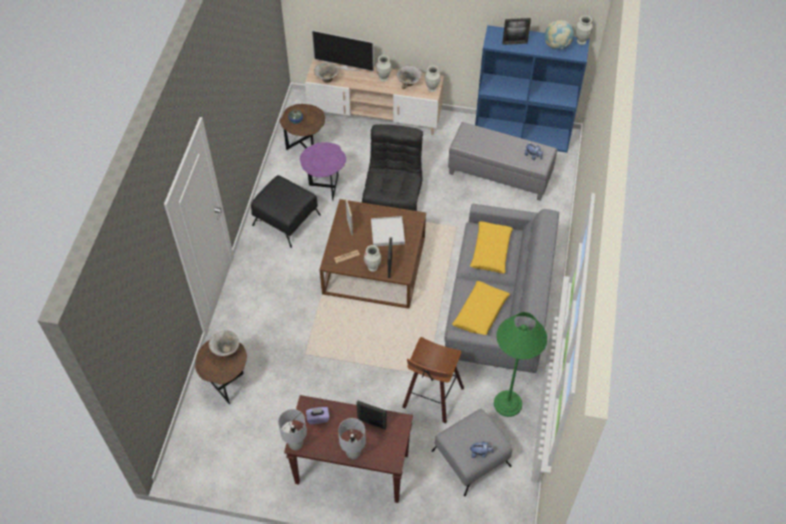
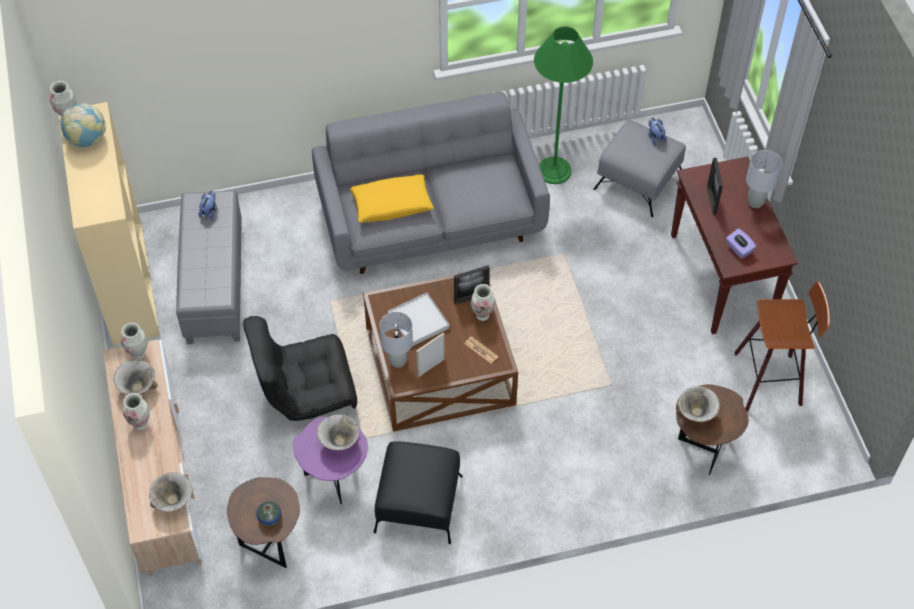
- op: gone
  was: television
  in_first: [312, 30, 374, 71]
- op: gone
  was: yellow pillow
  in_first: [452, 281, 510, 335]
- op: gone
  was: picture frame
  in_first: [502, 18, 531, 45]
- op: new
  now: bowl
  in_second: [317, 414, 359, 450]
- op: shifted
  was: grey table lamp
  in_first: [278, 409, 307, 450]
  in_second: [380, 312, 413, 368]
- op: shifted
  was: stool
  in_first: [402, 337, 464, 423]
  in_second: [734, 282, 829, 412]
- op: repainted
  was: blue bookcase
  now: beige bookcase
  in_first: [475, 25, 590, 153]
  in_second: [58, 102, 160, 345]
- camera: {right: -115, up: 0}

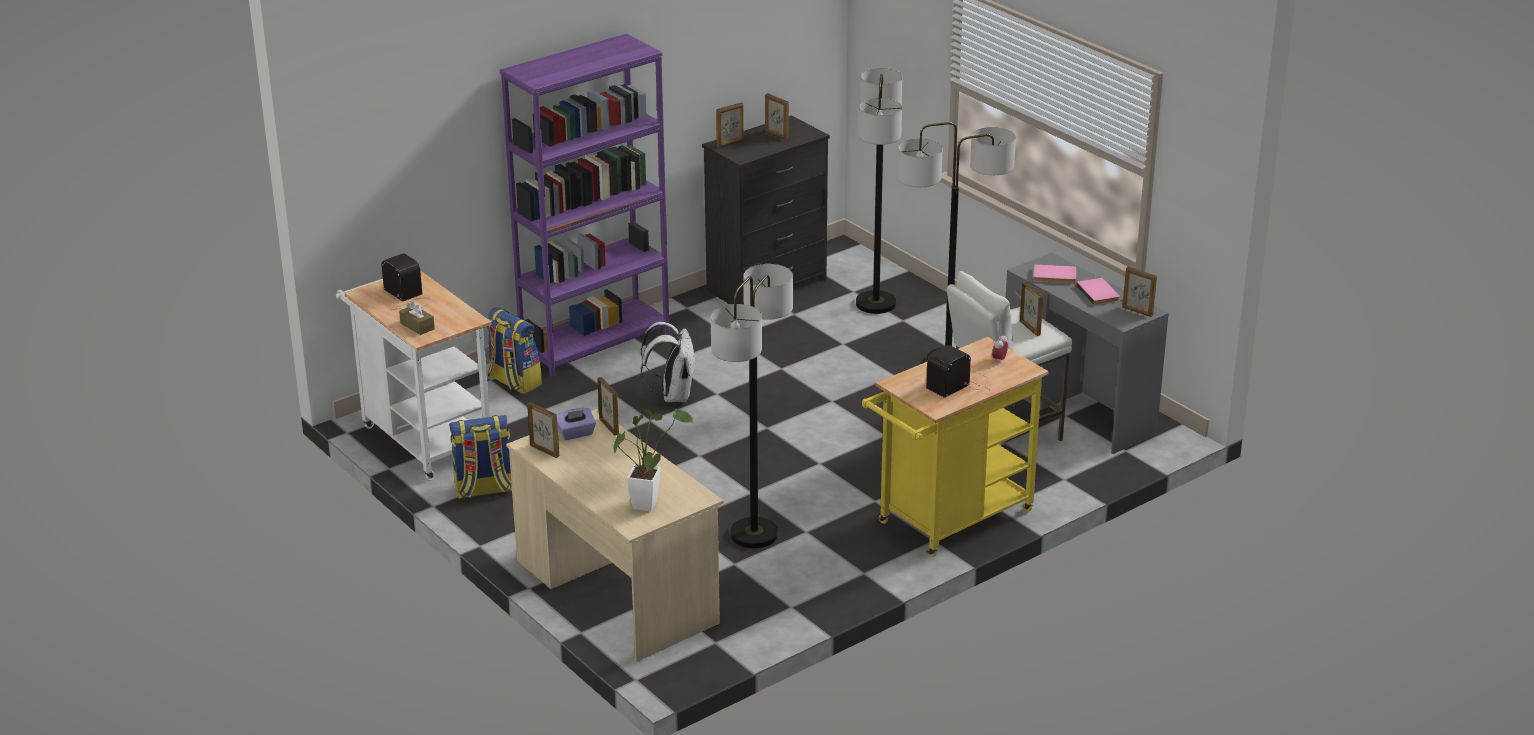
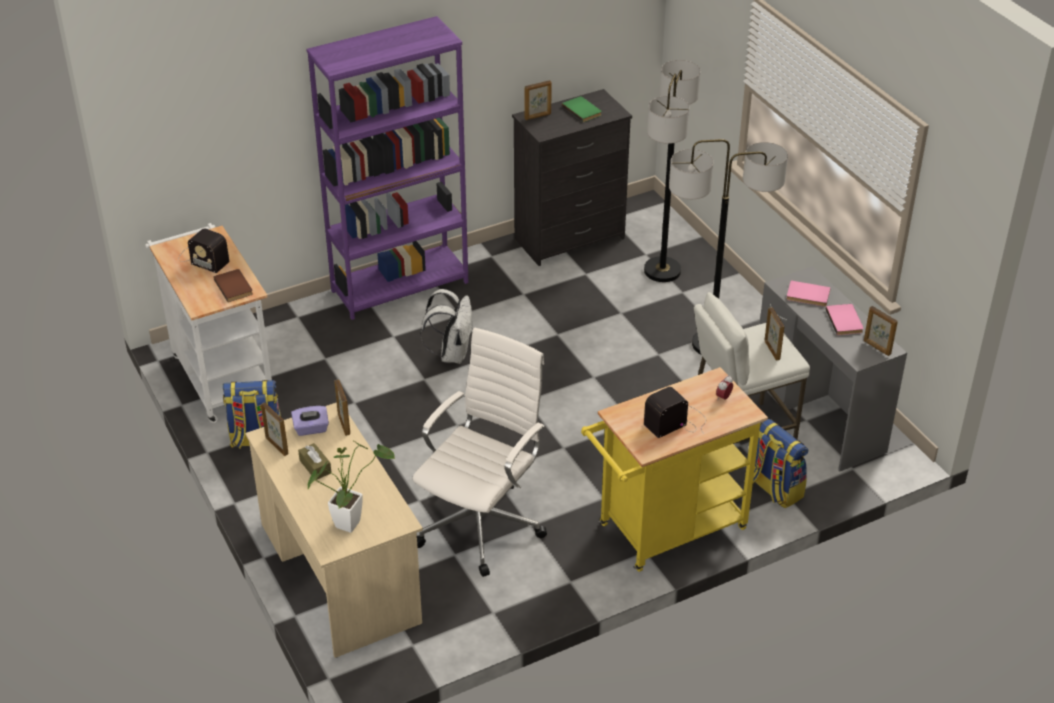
- op: new
  now: brown book
  in_second: [213, 269, 253, 302]
- op: shifted
  was: brown tissue box
  in_first: [399, 301, 435, 335]
  in_second: [298, 443, 332, 480]
- op: shifted
  was: backpack
  in_first: [486, 307, 542, 394]
  in_second: [753, 419, 808, 509]
- op: swapped
  was: floor lamp
  now: white office chair
  in_first: [711, 264, 793, 548]
  in_second: [412, 328, 547, 577]
- op: swapped
  was: picture frame
  now: green book
  in_first: [765, 93, 789, 139]
  in_second: [562, 96, 602, 122]
- op: rotated
  was: radio
  in_first: [382, 253, 432, 310]
  in_second: [179, 228, 230, 273]
  clockwise: 150
- camera: {right: 10, up: 10}

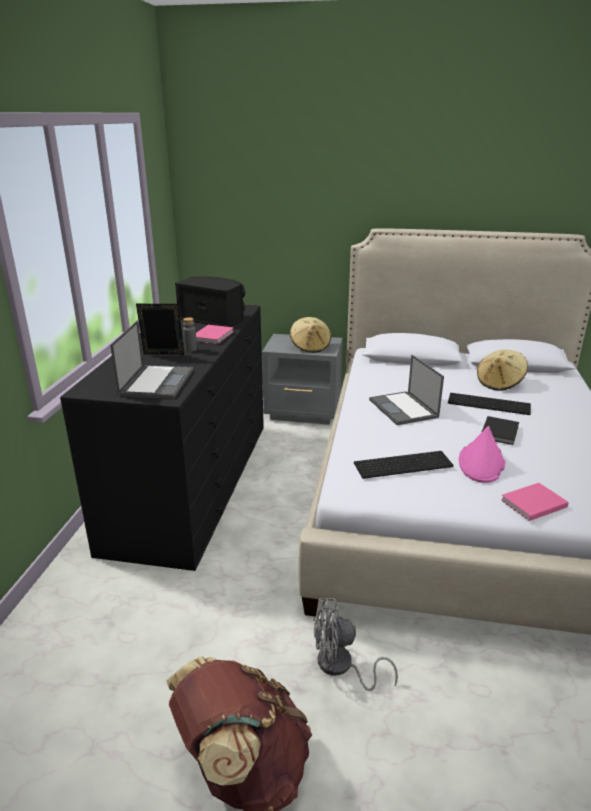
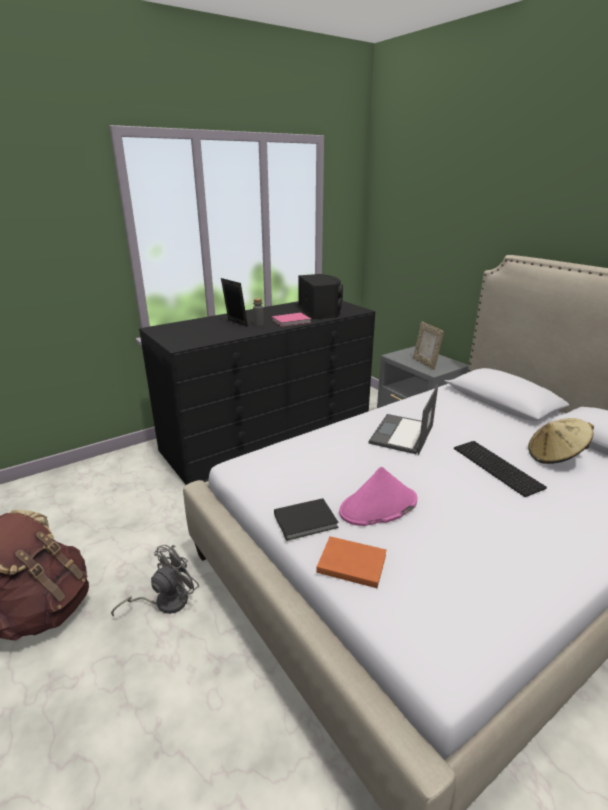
- op: gone
  was: laptop
  in_first: [110, 320, 194, 399]
- op: gone
  was: keyboard
  in_first: [354, 451, 454, 479]
- op: shifted
  was: black book
  in_first: [482, 416, 519, 445]
  in_second: [274, 498, 339, 541]
- op: swapped
  was: beige hat
  now: picture frame
  in_first: [290, 317, 331, 353]
  in_second: [413, 322, 444, 370]
- op: repainted
  was: pink book
  now: orange book
  in_first: [501, 483, 568, 521]
  in_second: [316, 536, 387, 588]
- op: rotated
  was: grey fan
  in_first: [313, 598, 398, 691]
  in_second: [111, 545, 199, 617]
  clockwise: 90
- camera: {right: 45, up: 0}

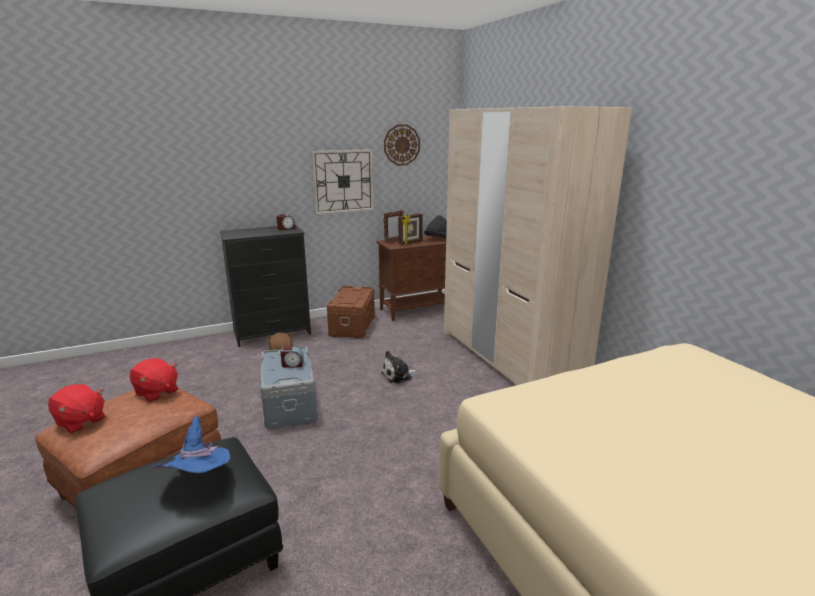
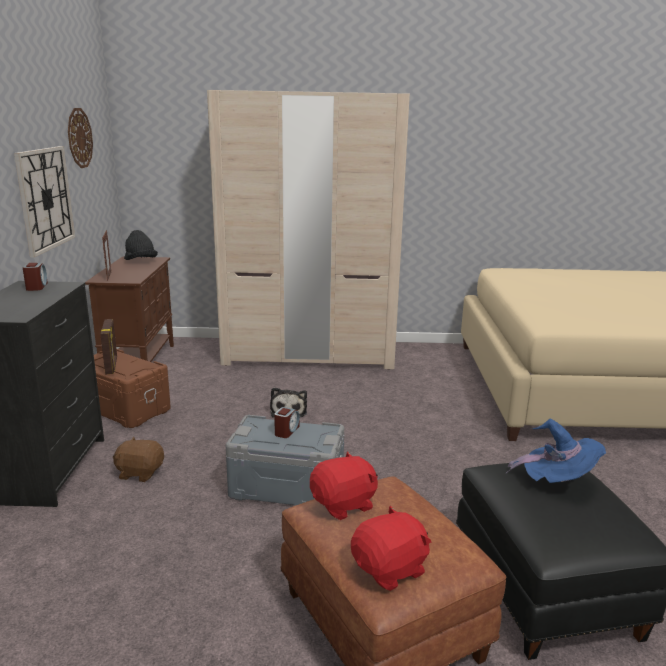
- op: shifted
  was: picture frame
  in_first: [398, 213, 423, 245]
  in_second: [101, 319, 117, 374]
- camera: {right: -65, up: 0}

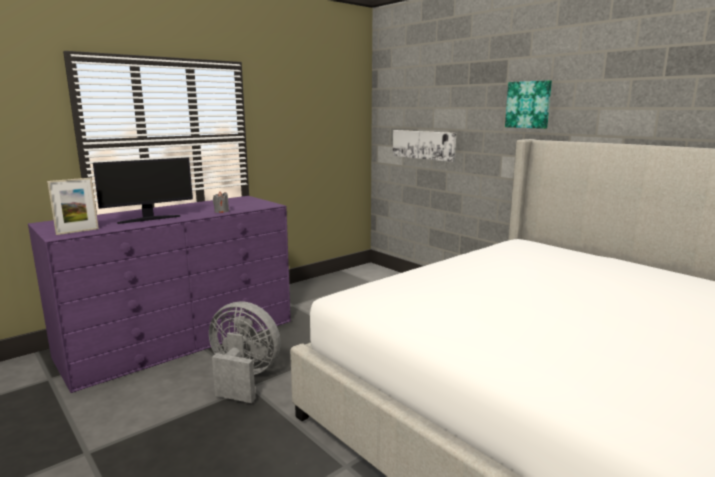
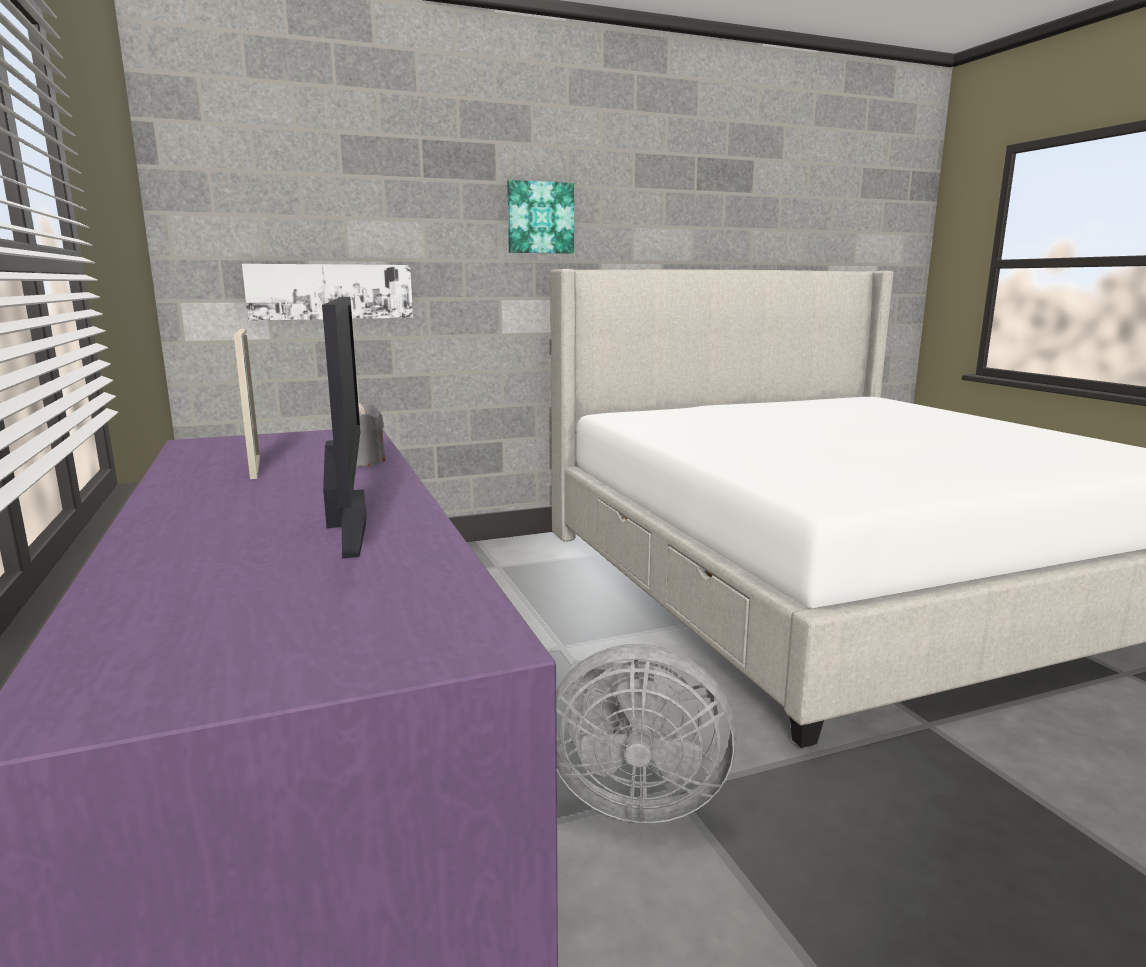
- op: shifted
  was: picture frame
  in_first: [47, 178, 99, 235]
  in_second: [234, 329, 260, 479]
- op: rotated
  was: grey fan
  in_first: [209, 301, 281, 403]
  in_second: [556, 644, 737, 823]
  clockwise: -120
- camera: {right: -70, up: 0}

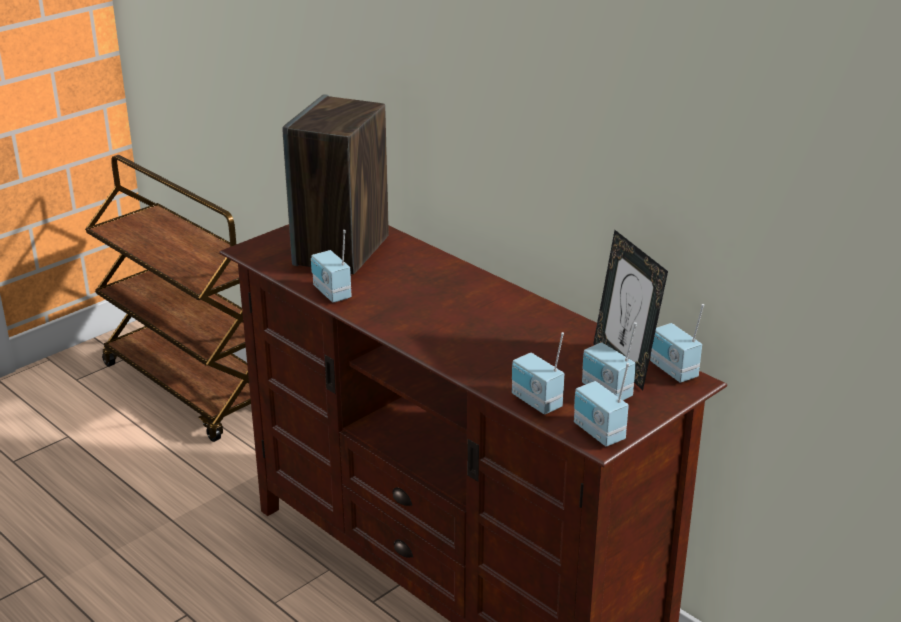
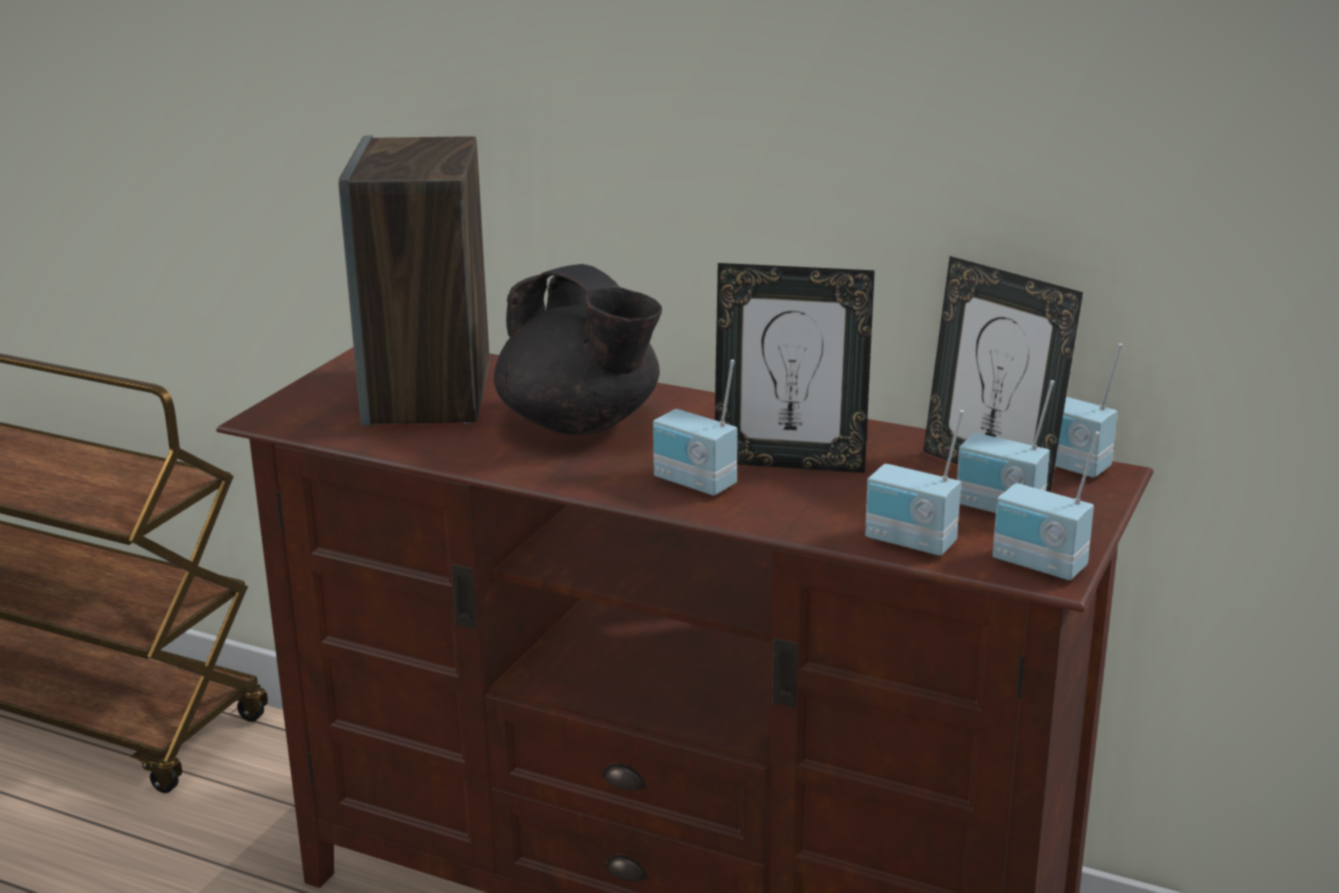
- op: new
  now: black teapot
  in_second: [494, 264, 662, 435]
- op: new
  now: picture frame
  in_second: [715, 263, 875, 473]
- op: shifted
  was: radio
  in_first: [311, 230, 351, 302]
  in_second: [653, 360, 737, 496]
- camera: {right: -20, up: -5}

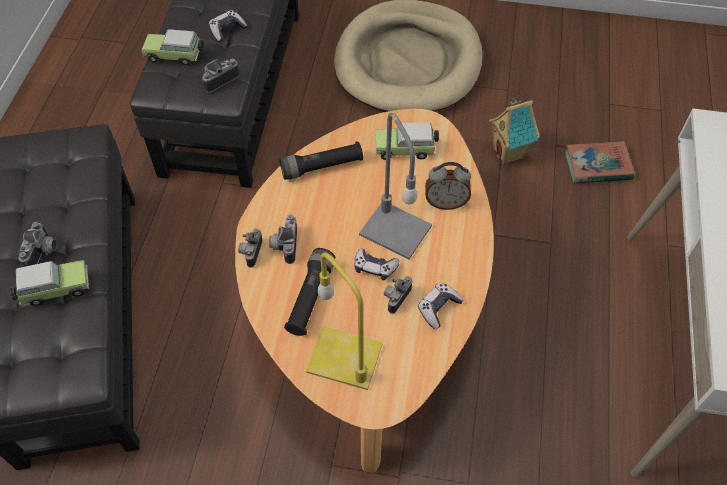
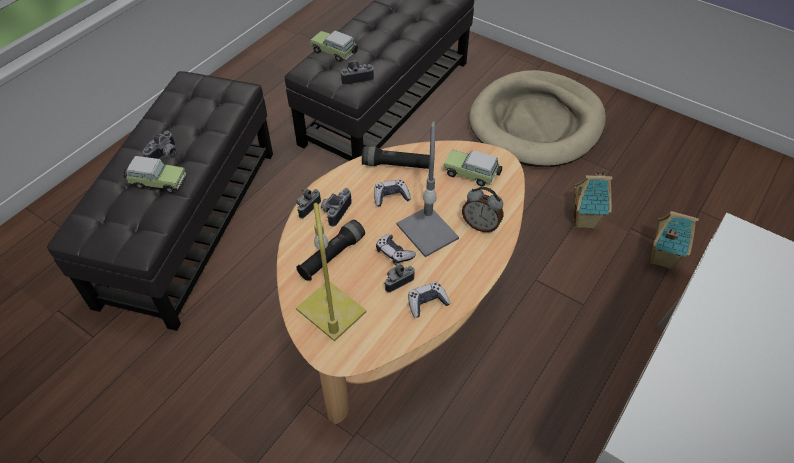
- op: shifted
  was: game controller
  in_first: [209, 10, 247, 42]
  in_second: [374, 179, 411, 207]
- op: swapped
  was: book
  now: toy house
  in_first: [564, 141, 635, 183]
  in_second: [650, 211, 699, 269]
- camera: {right: 25, up: -5}

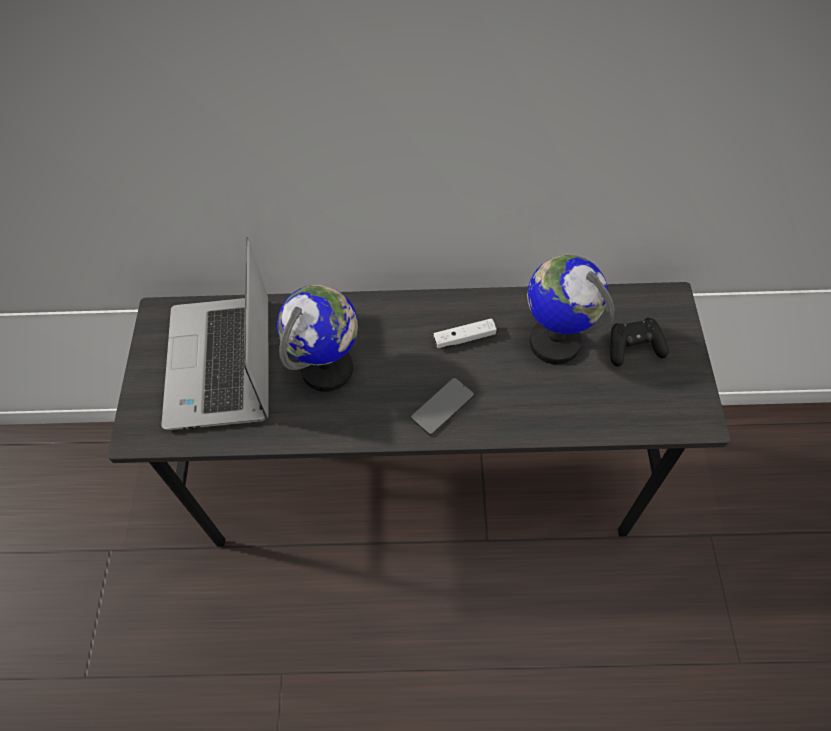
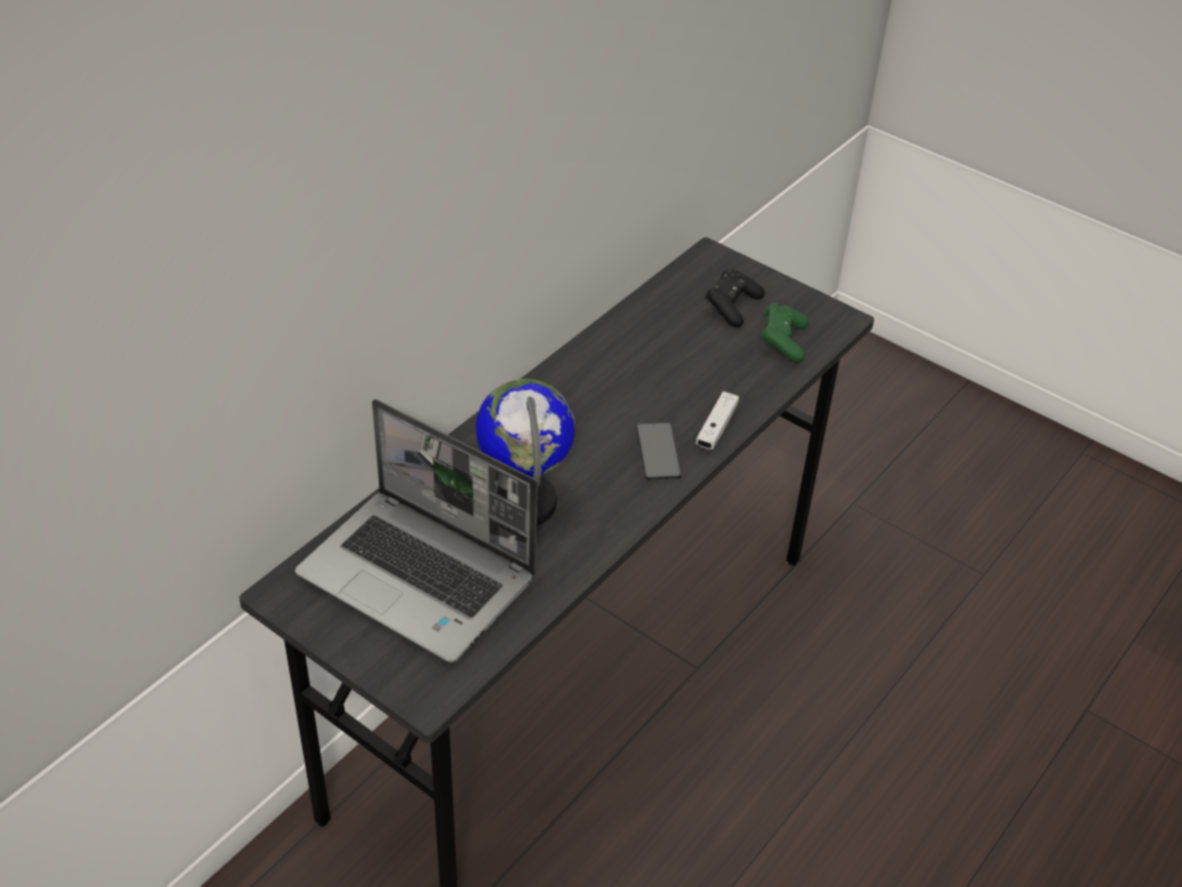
- op: gone
  was: globe
  in_first: [527, 255, 615, 364]
- op: new
  now: green game controller
  in_second: [760, 303, 809, 362]
- op: shifted
  was: white game controller
  in_first: [433, 318, 497, 348]
  in_second: [696, 391, 739, 449]
- camera: {right: -55, up: -15}

